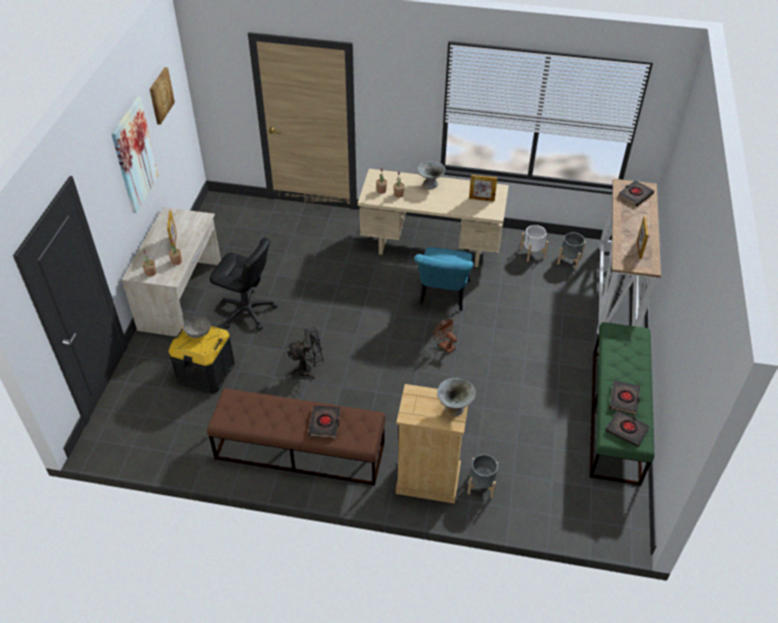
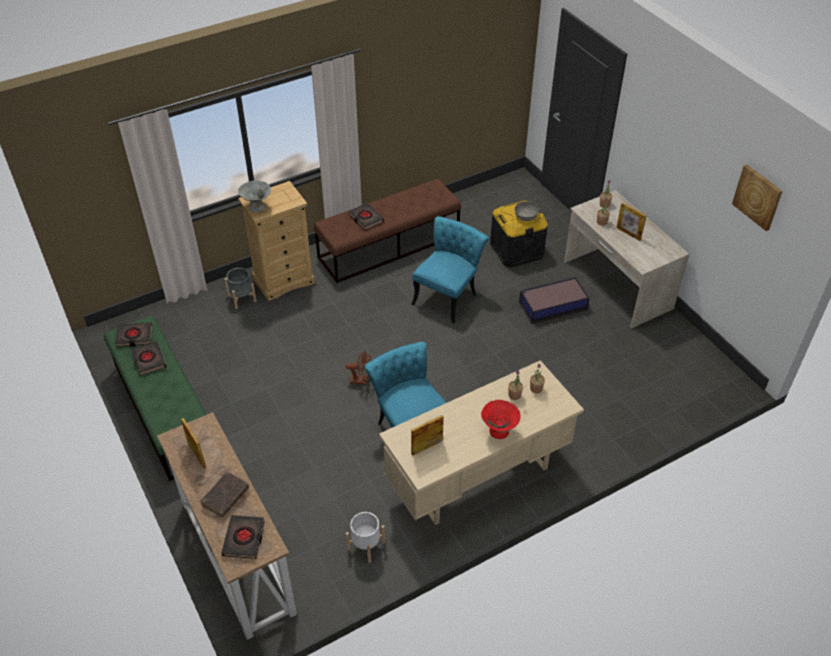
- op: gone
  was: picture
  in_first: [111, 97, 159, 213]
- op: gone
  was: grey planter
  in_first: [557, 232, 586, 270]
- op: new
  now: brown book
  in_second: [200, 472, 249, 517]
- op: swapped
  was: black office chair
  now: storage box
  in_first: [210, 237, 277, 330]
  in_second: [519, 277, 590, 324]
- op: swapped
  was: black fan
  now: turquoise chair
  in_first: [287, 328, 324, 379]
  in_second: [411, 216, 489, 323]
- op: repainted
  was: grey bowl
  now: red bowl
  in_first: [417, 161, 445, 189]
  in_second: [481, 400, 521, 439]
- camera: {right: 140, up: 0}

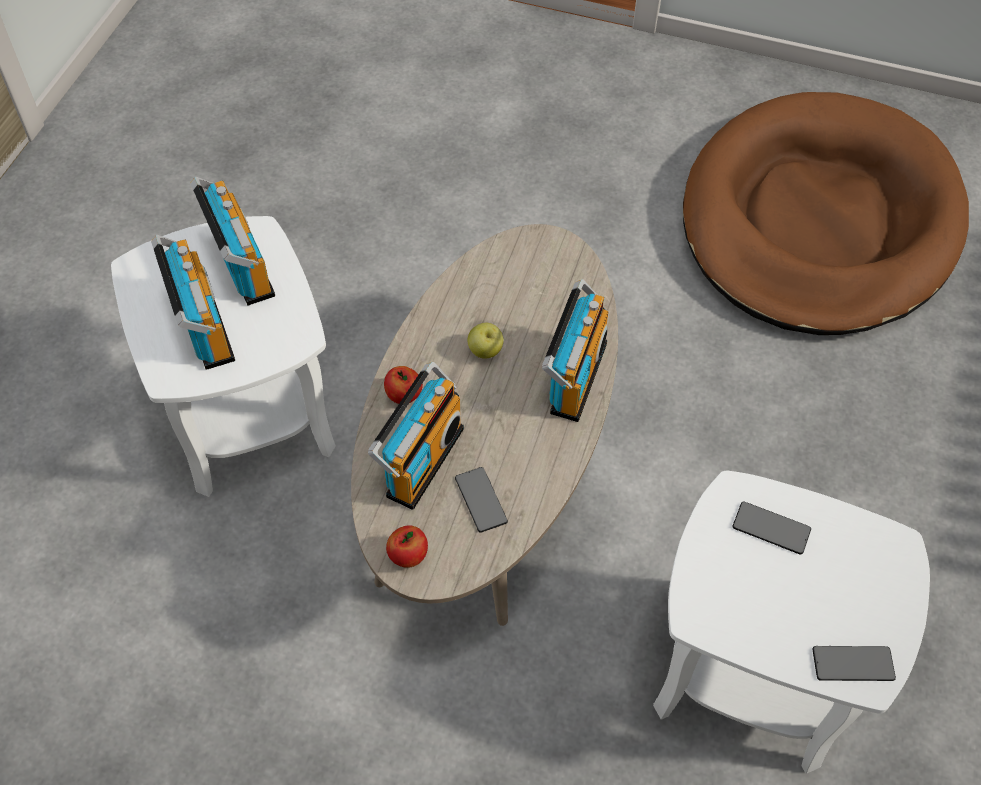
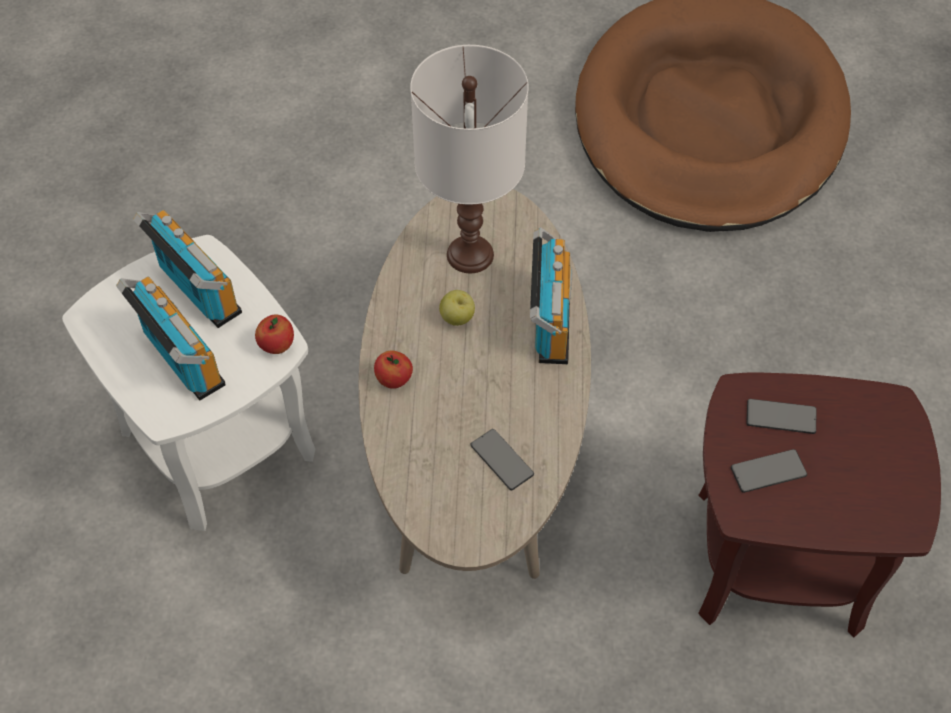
- op: gone
  was: radio
  in_first: [368, 362, 464, 510]
- op: new
  now: white table lamp
  in_second: [410, 45, 529, 273]
- op: shifted
  was: apple
  in_first: [386, 525, 428, 568]
  in_second: [255, 315, 294, 354]
- op: shifted
  was: phone
  in_first: [812, 646, 896, 681]
  in_second: [731, 449, 807, 493]
- op: repainted
  was: white side table
  now: brown side table
  in_first: [653, 471, 930, 774]
  in_second: [698, 373, 941, 637]
- camera: {right: -15, up: 0}

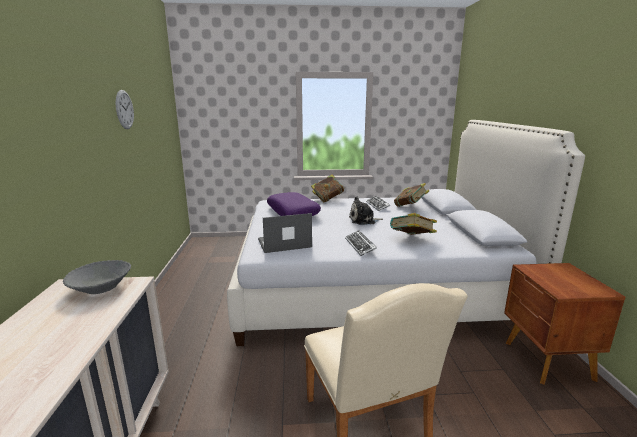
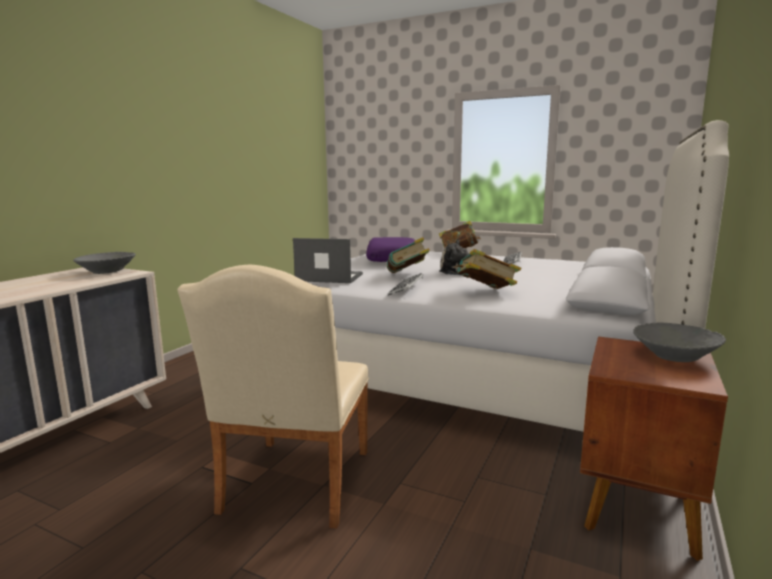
- op: gone
  was: wall clock
  in_first: [116, 90, 134, 129]
- op: new
  now: grey bowl
  in_second: [633, 322, 726, 362]
- op: shifted
  was: book
  in_first: [394, 183, 429, 207]
  in_second: [387, 237, 430, 273]
- camera: {right: 30, up: -5}

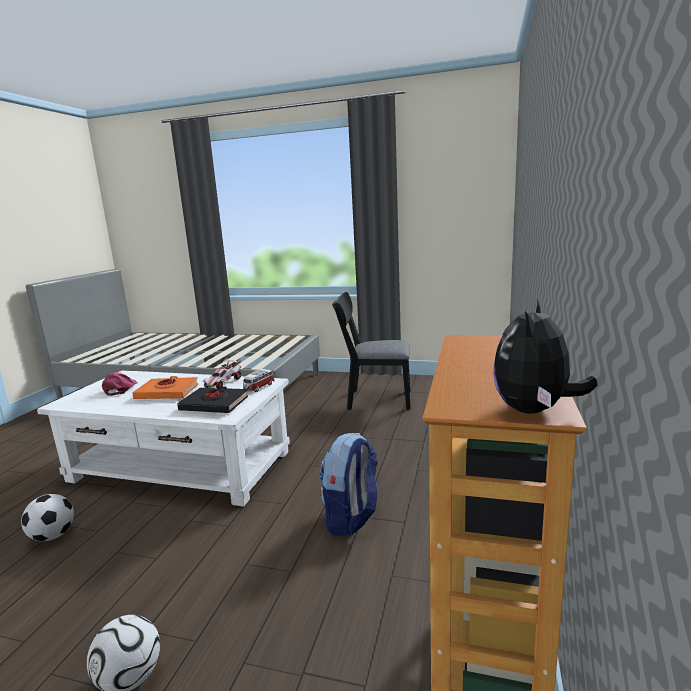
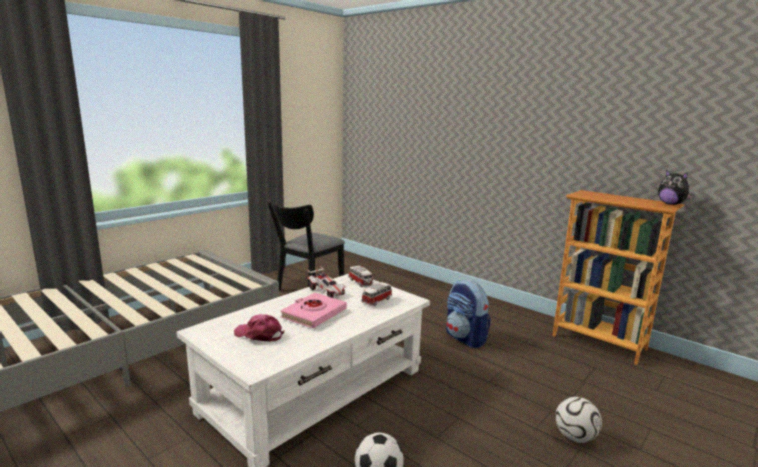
- op: swapped
  was: black book
  now: toy car
  in_first: [177, 386, 248, 413]
  in_second: [361, 282, 392, 306]
- op: repainted
  was: orange book
  now: pink book
  in_first: [132, 376, 198, 399]
  in_second: [280, 293, 347, 329]
- camera: {right: -65, up: 0}

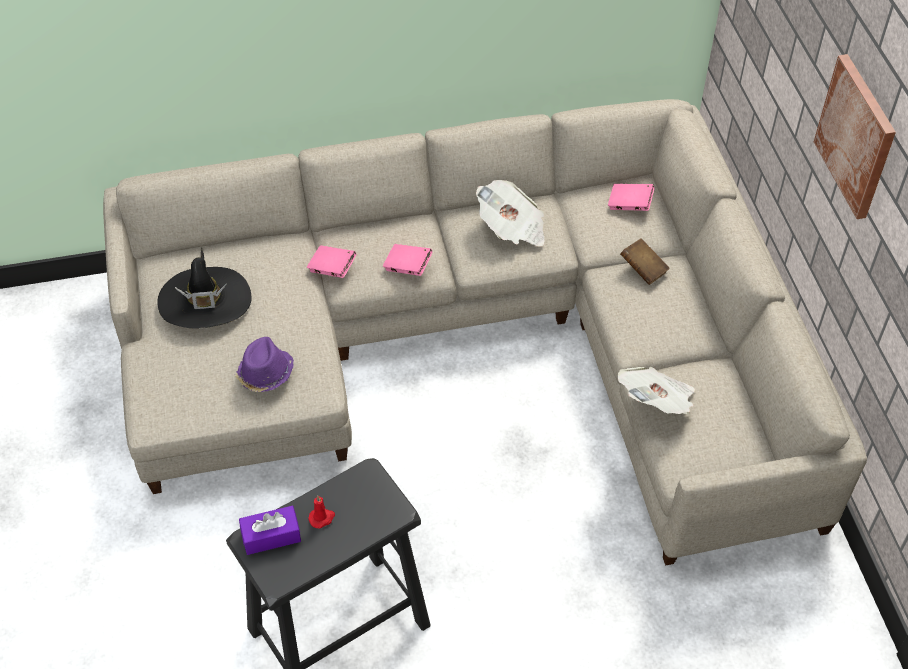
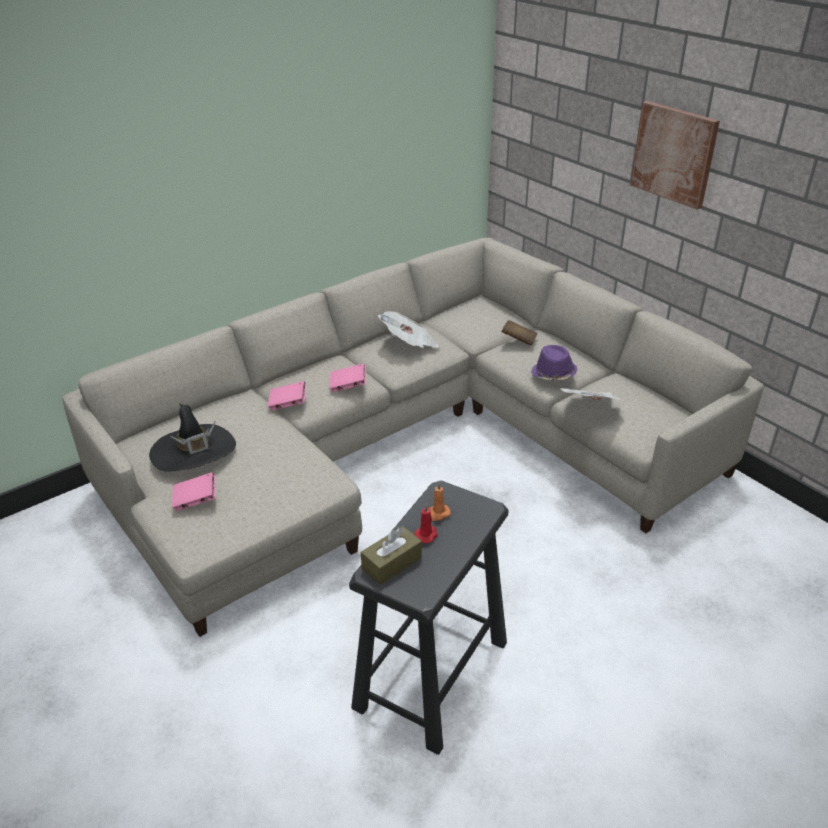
- op: new
  now: orange candle
  in_second: [429, 483, 450, 521]
- op: shifted
  was: purple hat
  in_first: [235, 337, 294, 392]
  in_second: [531, 345, 577, 380]
- op: shifted
  was: pink book
  in_first: [608, 184, 654, 211]
  in_second: [172, 472, 216, 511]
- op: repainted
  was: purple tissue box
  now: brown tissue box
  in_first: [239, 506, 301, 555]
  in_second: [361, 526, 422, 585]
- camera: {right: -25, up: -15}

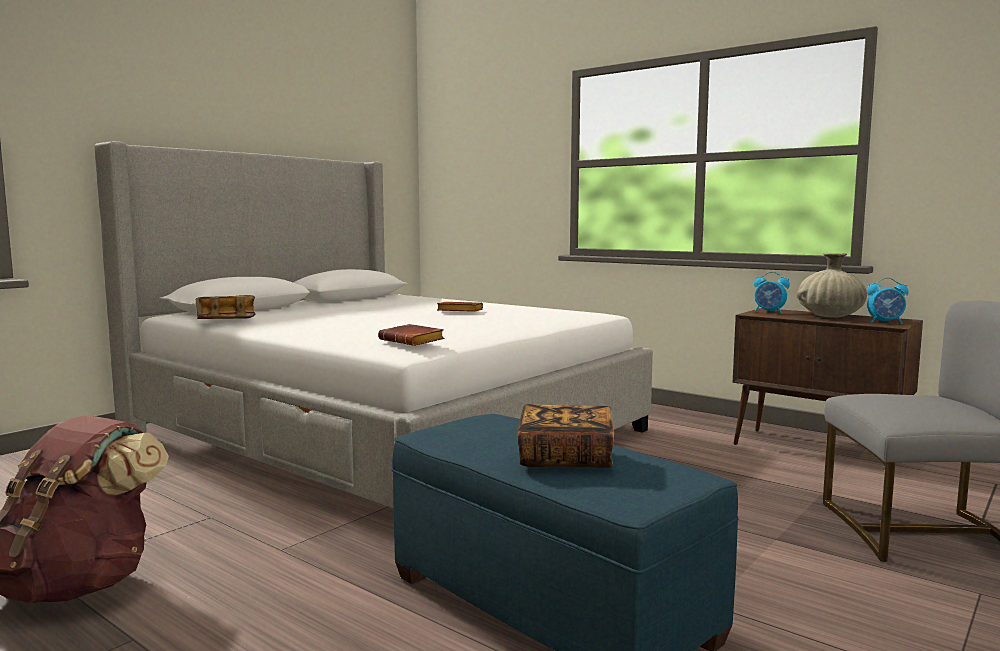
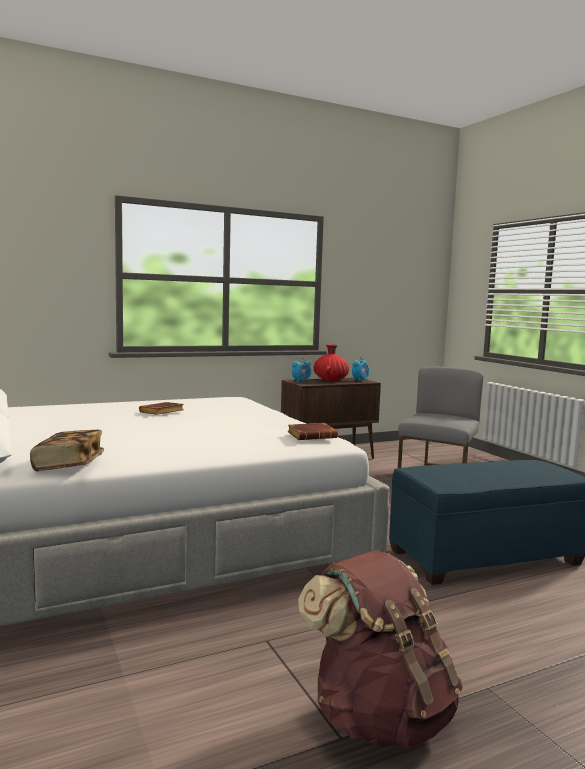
- op: gone
  was: book
  in_first: [518, 404, 614, 468]
- op: repainted
  was: beige vase
  now: red vase
  in_first: [796, 253, 867, 318]
  in_second: [314, 344, 349, 381]
- camera: {right: -65, up: 0}

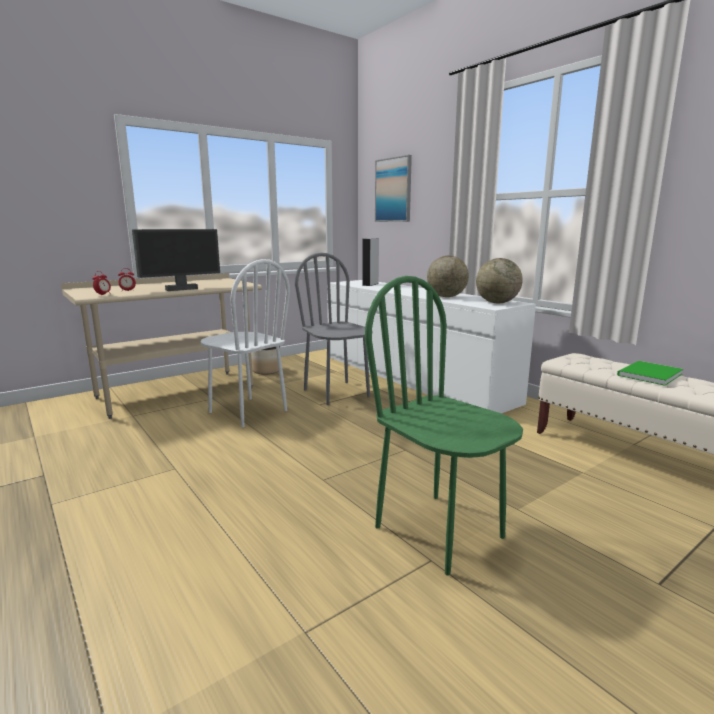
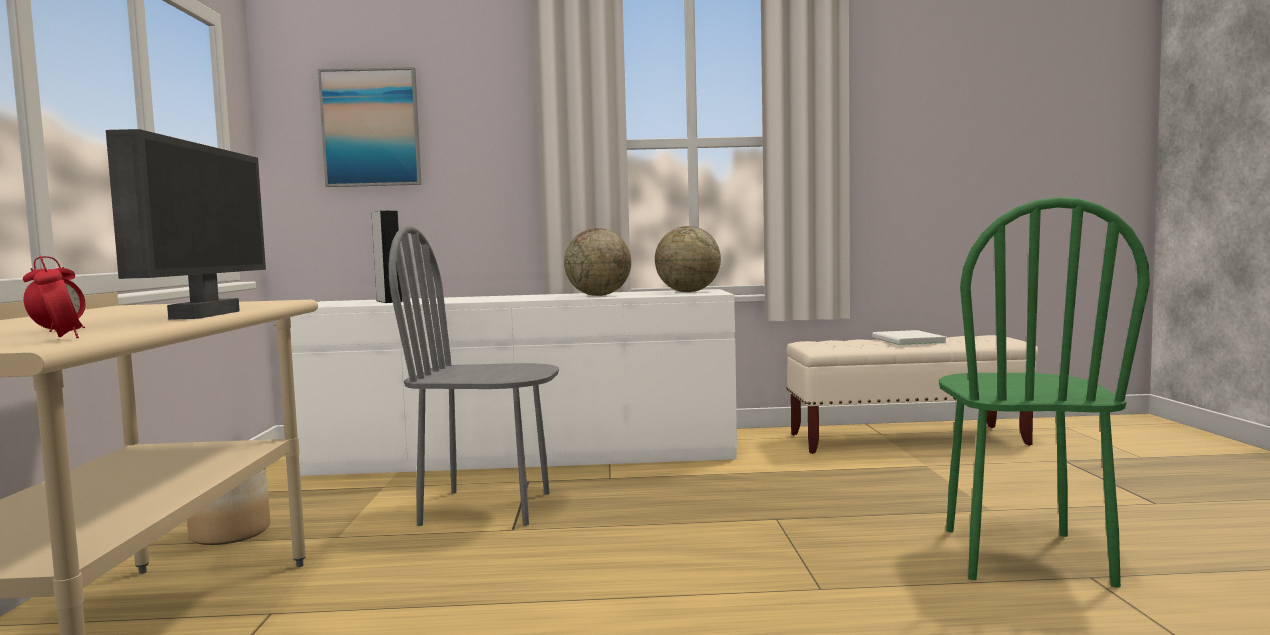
- op: gone
  was: white chair
  in_first: [200, 259, 290, 428]
- op: repainted
  was: green book
  now: white book
  in_first: [617, 361, 683, 386]
  in_second: [872, 330, 946, 345]
- op: rotated
  was: green chair
  in_first: [365, 276, 523, 575]
  in_second: [939, 197, 1150, 588]
  clockwise: -75
- camera: {right: -55, up: -10}

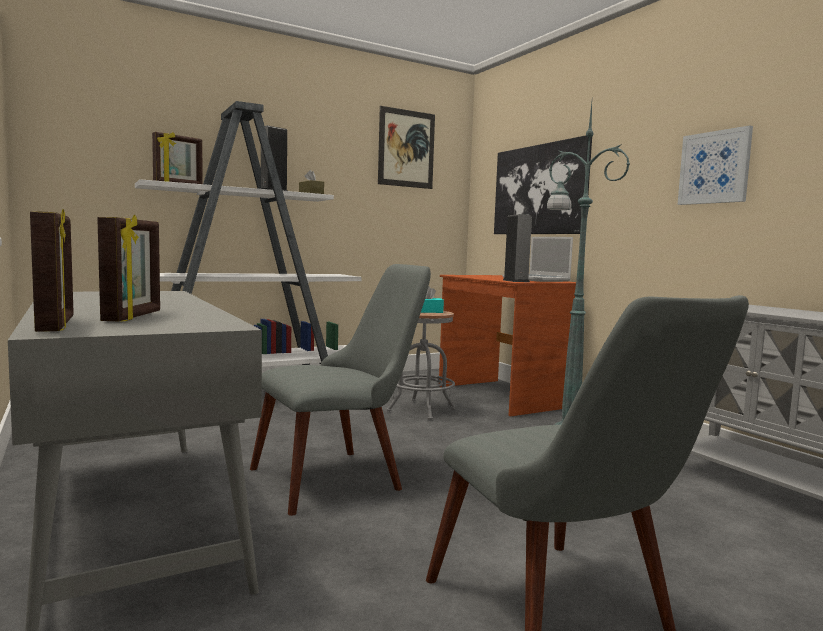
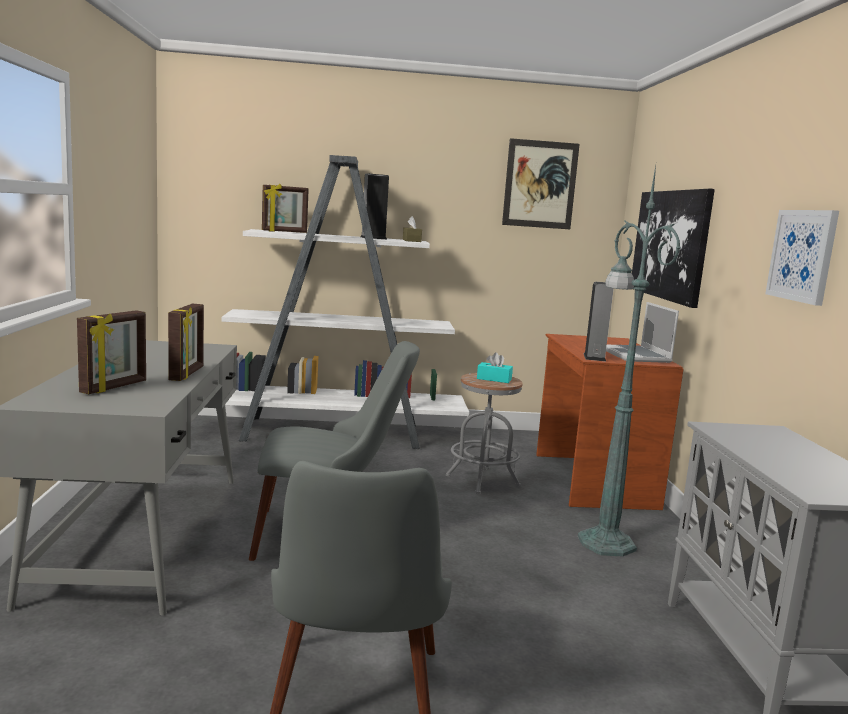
- op: shifted
  was: picture frame
  in_first: [30, 209, 74, 332]
  in_second: [168, 304, 204, 381]
- camera: {right: 25, up: 5}

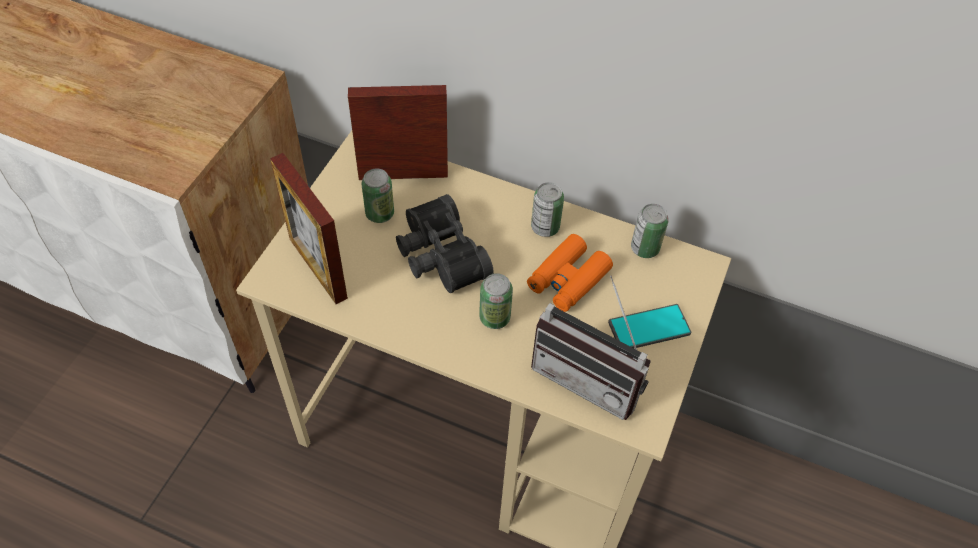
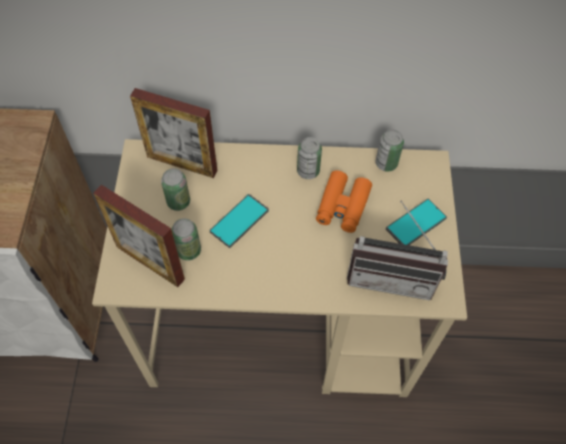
- op: shifted
  was: can
  in_first: [479, 273, 513, 329]
  in_second: [171, 218, 201, 261]
- op: swapped
  was: black binoculars
  now: phone
  in_first: [396, 194, 494, 293]
  in_second: [209, 194, 269, 248]
- op: rotated
  was: picture frame
  in_first: [348, 85, 448, 180]
  in_second: [130, 88, 218, 178]
  clockwise: -135
- camera: {right: -20, up: 5}

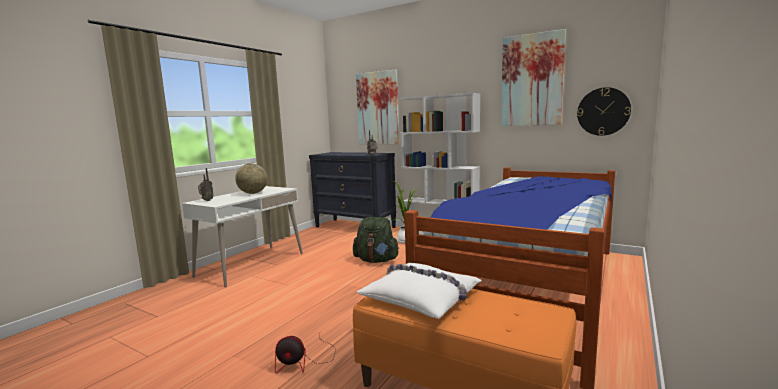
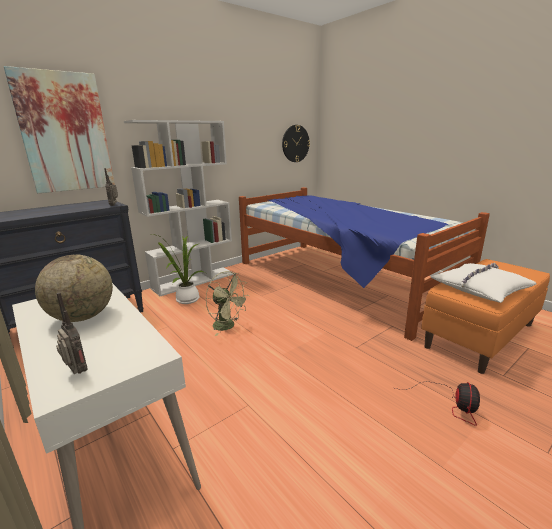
- op: gone
  was: picture
  in_first: [501, 29, 566, 126]
- op: swapped
  was: green backpack
  now: green fan
  in_first: [353, 217, 399, 263]
  in_second: [206, 271, 250, 336]
- camera: {right: -70, up: 10}

